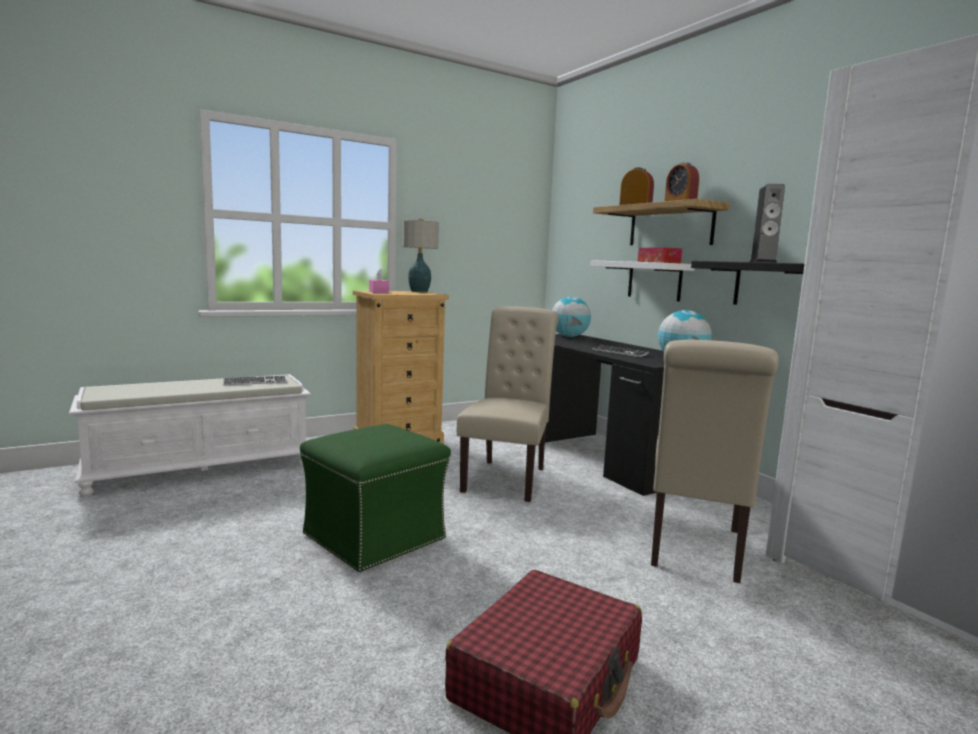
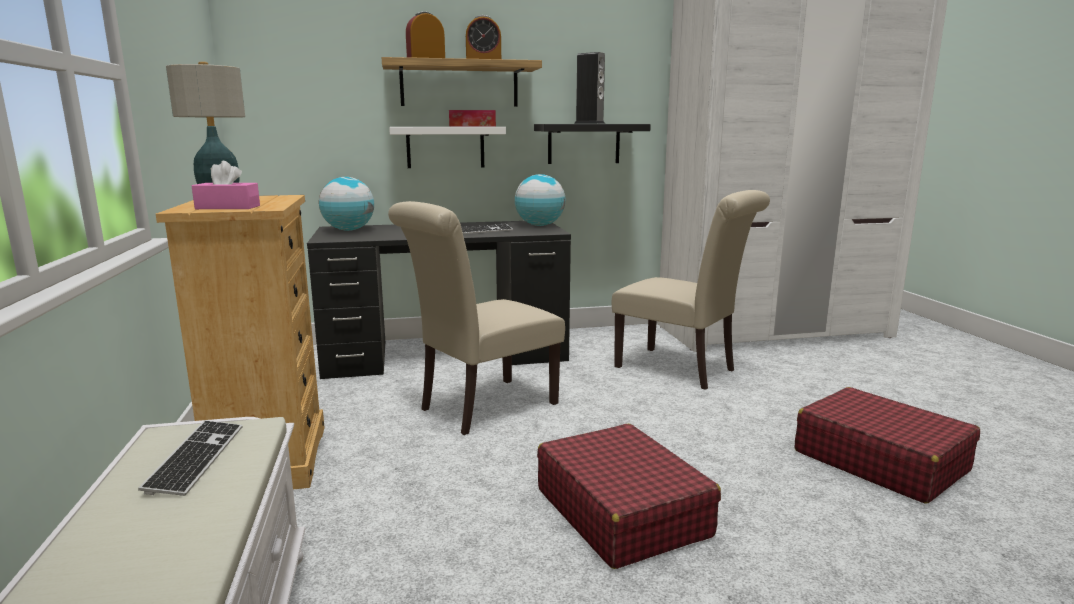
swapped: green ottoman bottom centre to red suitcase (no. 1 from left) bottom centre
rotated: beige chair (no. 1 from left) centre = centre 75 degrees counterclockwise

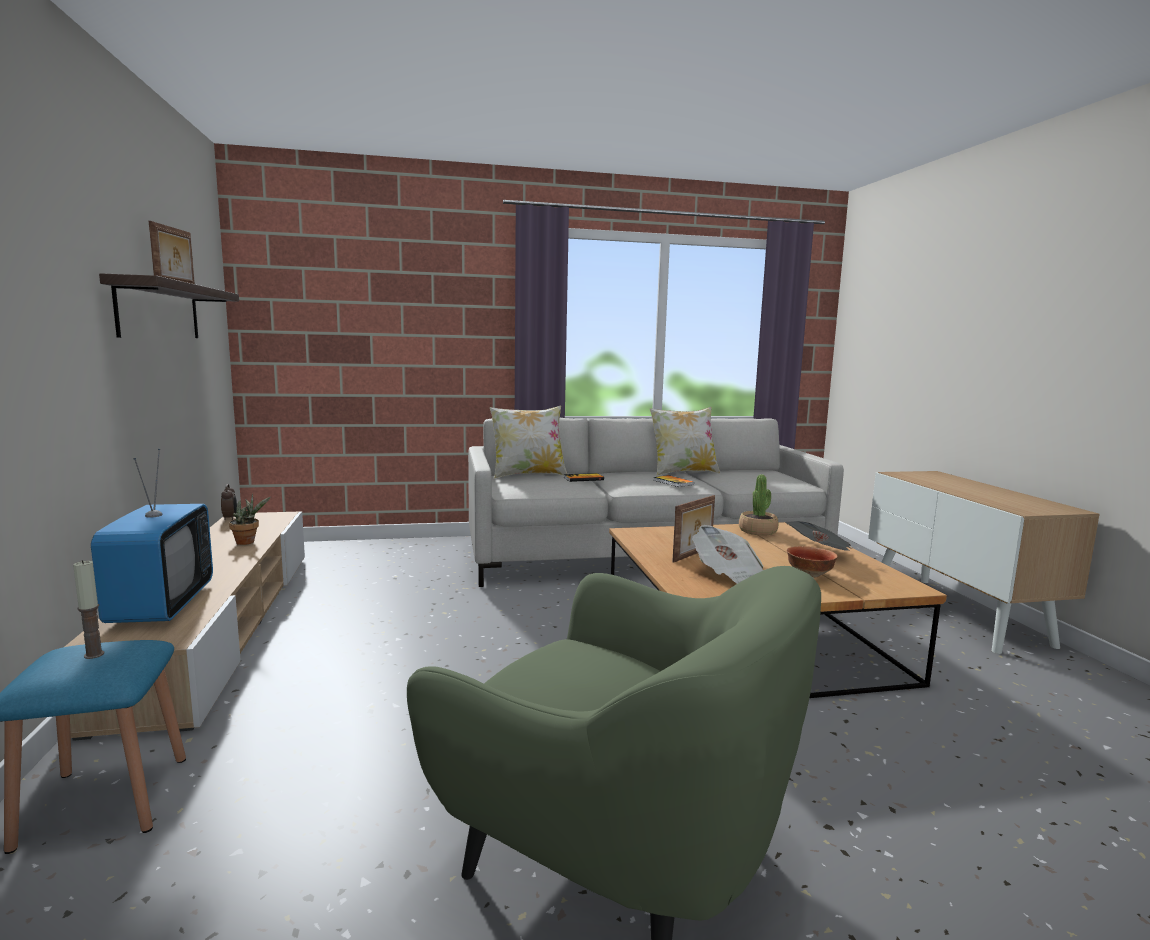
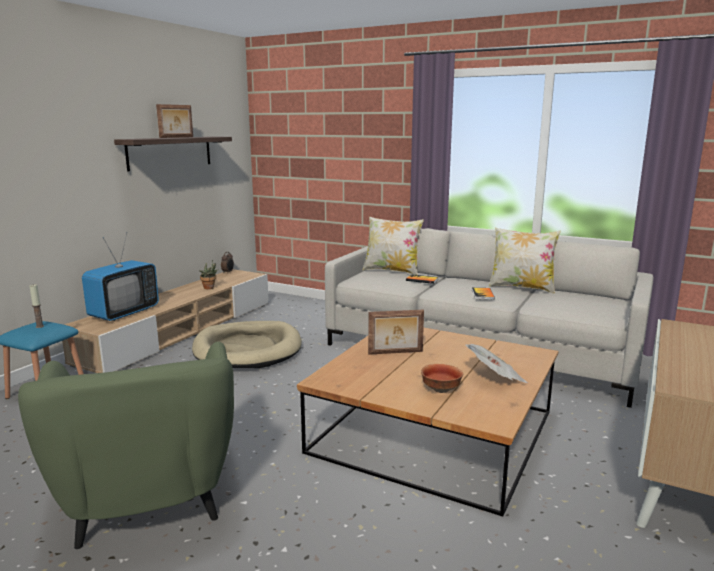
gone: newspaper (no. 1 from left) centre; potted plant (no. 2 from left) centre
new: beige dog bed centre

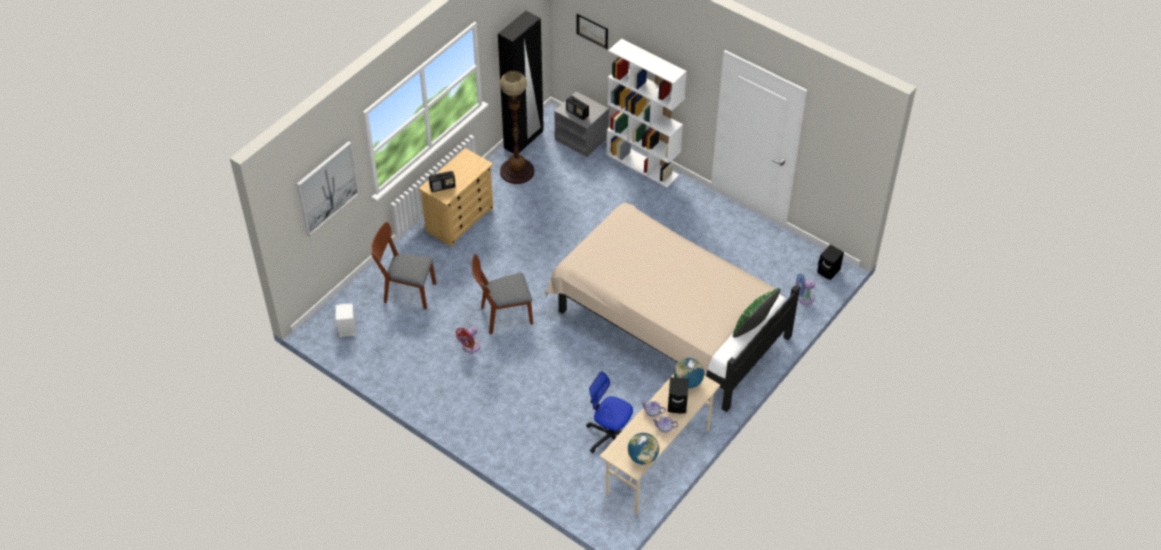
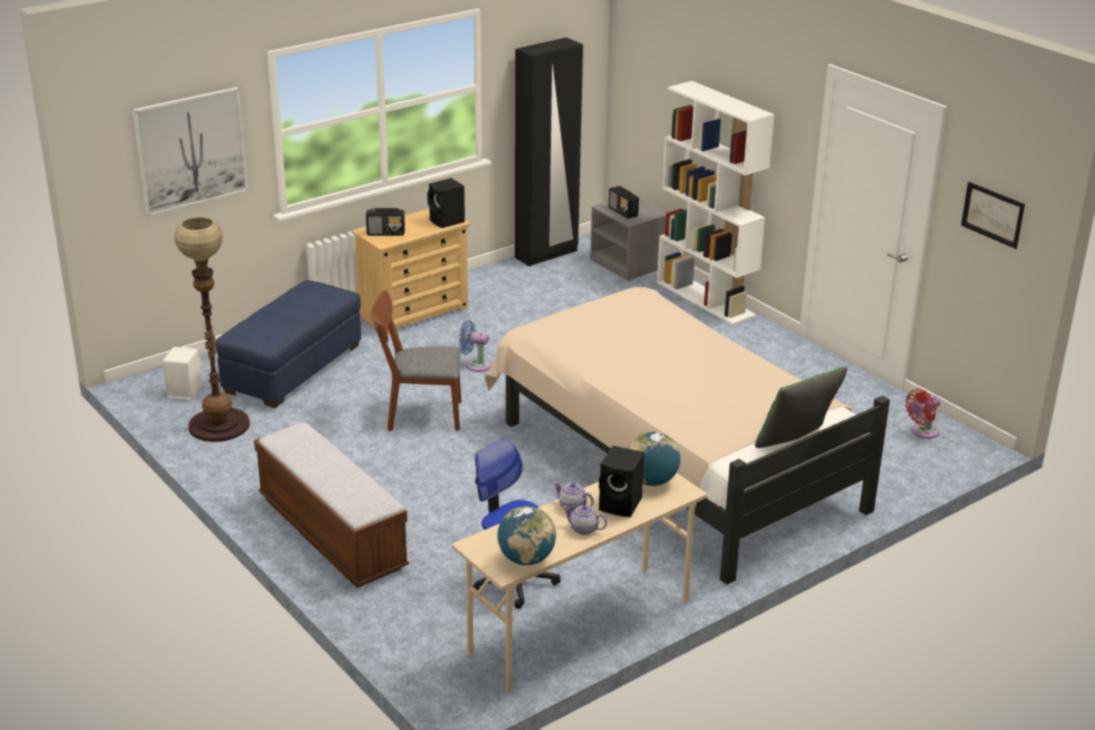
new: bench bottom left
shifted: red fan centre to middle right; floor lamp top centre to middle left; picture (no. 2 from left) top centre to top right; blue fan middle right to centre; black speaker (no. 2 from left in the first image) middle right to black speaker (no. 1 from left) top centre
swapped: brown chair (no. 1 from left) centre to blue ottoman middle left

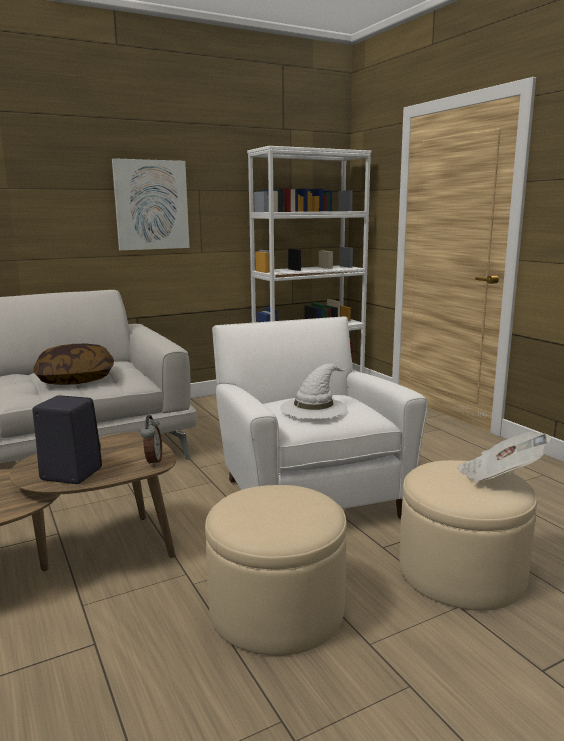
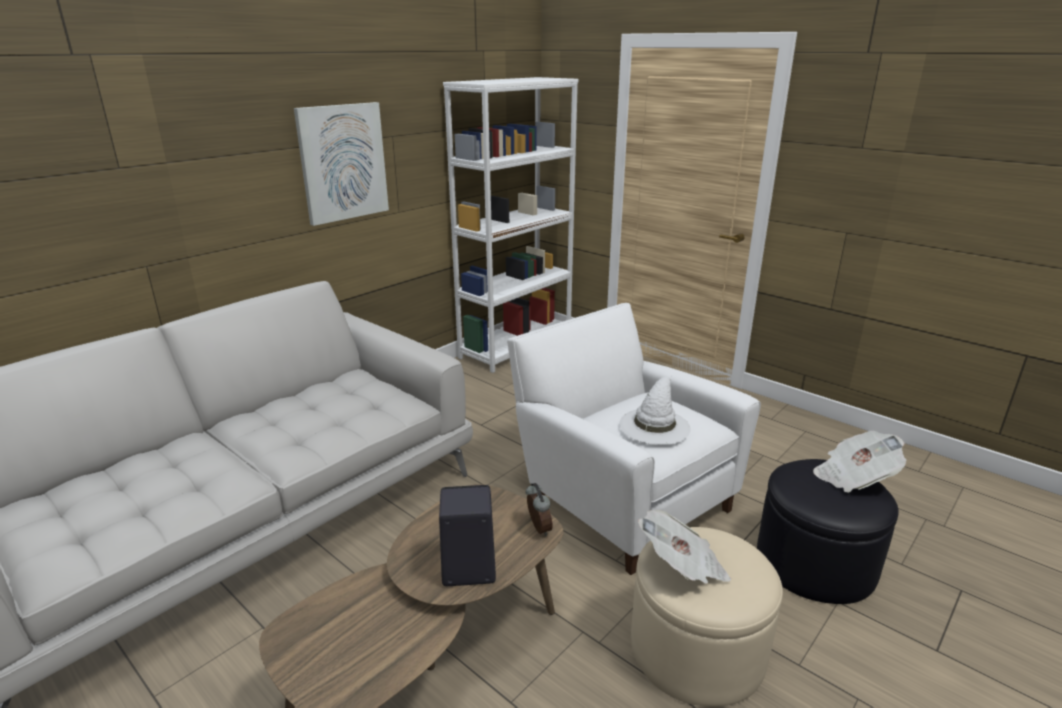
gone: pillow middle left
new: newspaper (no. 1 from left) bottom centre
repainted: beige ottoman (no. 2 from left) bottom right to black ottoman bottom right

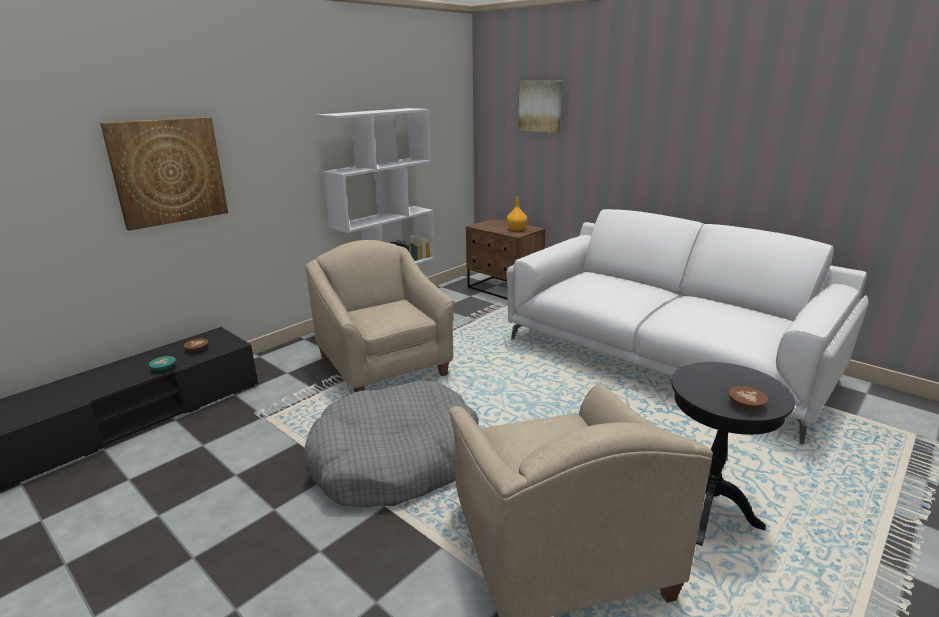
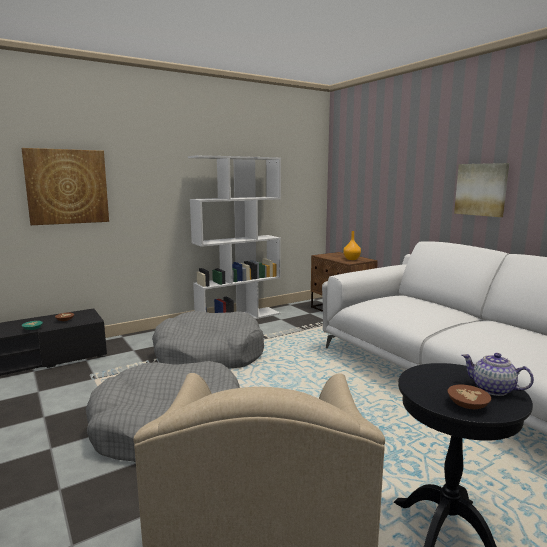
new: teapot bottom right
shifted: picture (no. 2 from left) top centre to middle right
swapped: beige armchair (no. 1 from left) centre to grey dog bed (no. 2 from left) centre

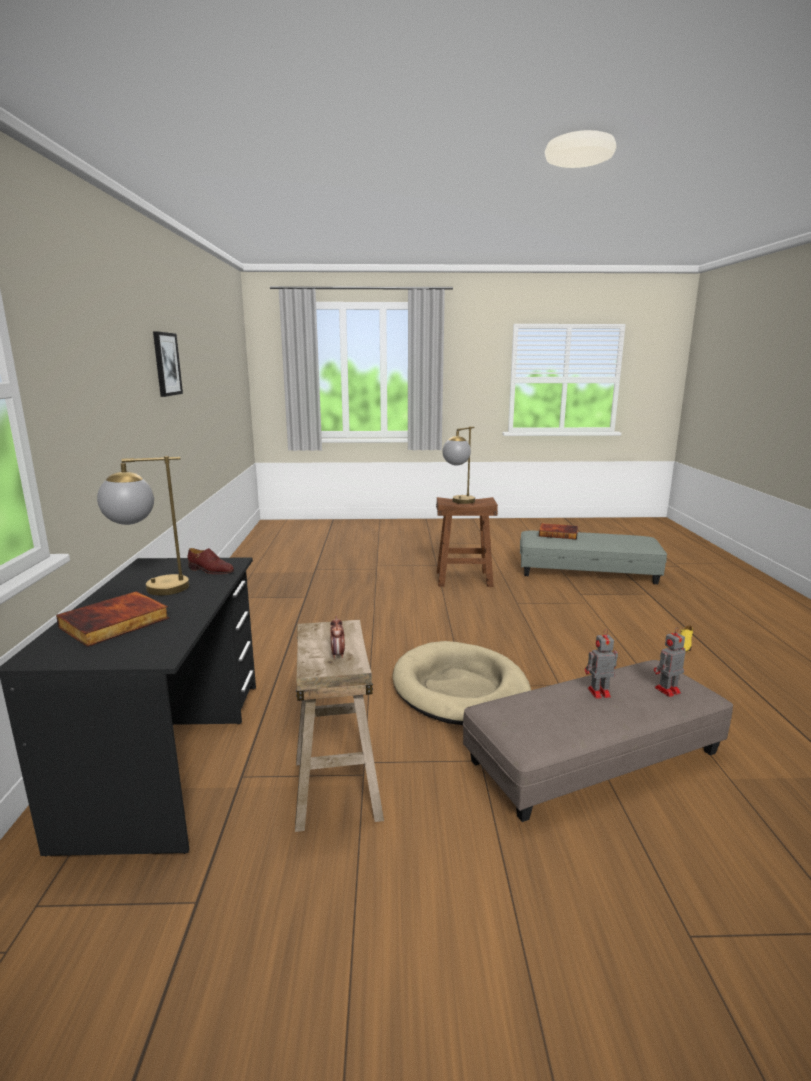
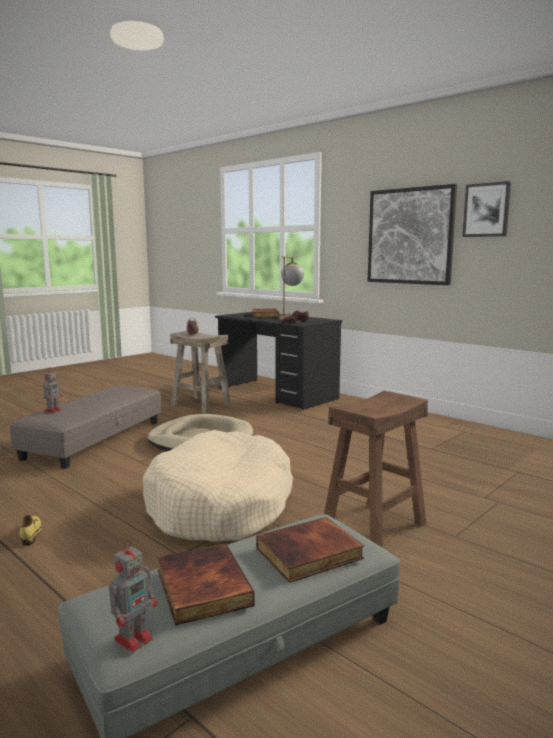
gone: table lamp (no. 2 from left) centre
new: beige dog bed (no. 2 from left) centre; book (no. 1 from left) bottom centre; picture (no. 1 from left) top right
shifted: toy robot (no. 1 from left in the first image) middle right to toy robot (no. 2 from left) bottom left

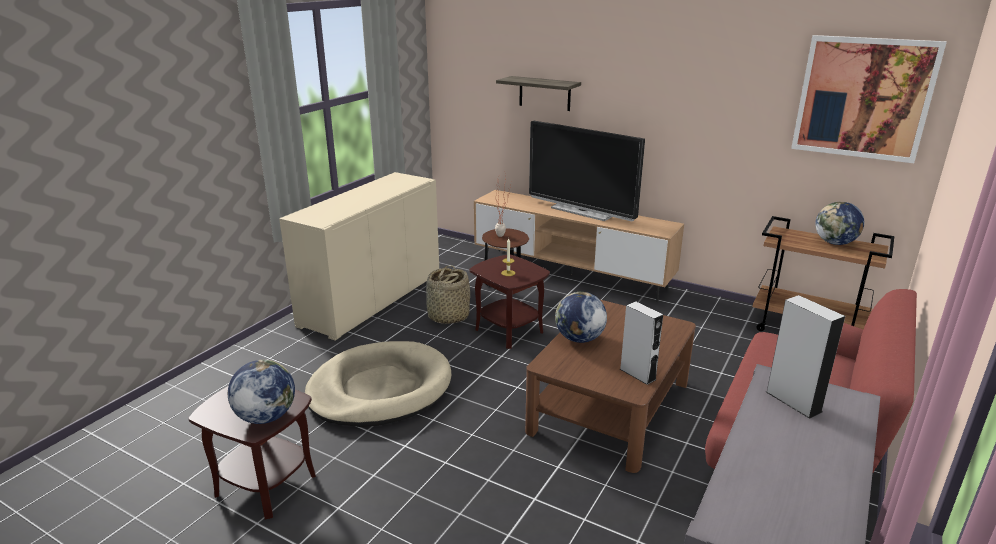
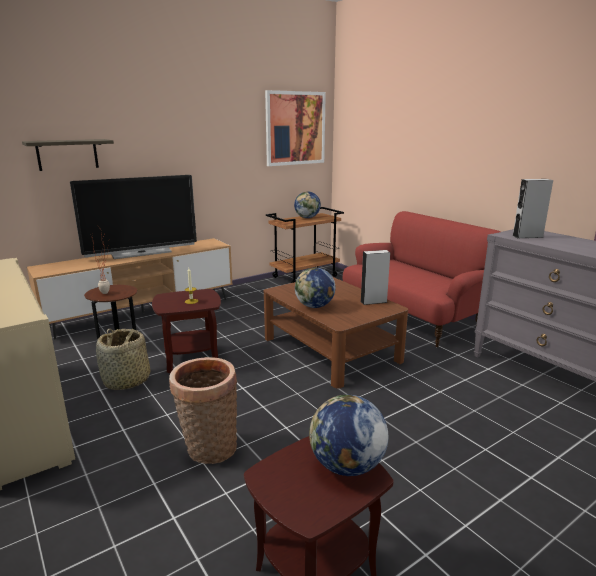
swapped: beige dog bed bottom centre to basket (no. 2 from left) bottom centre

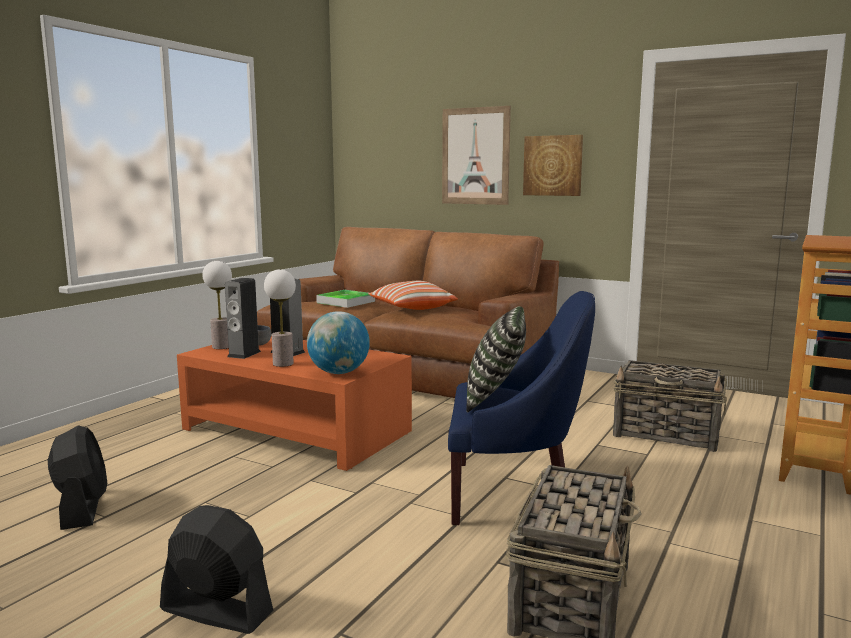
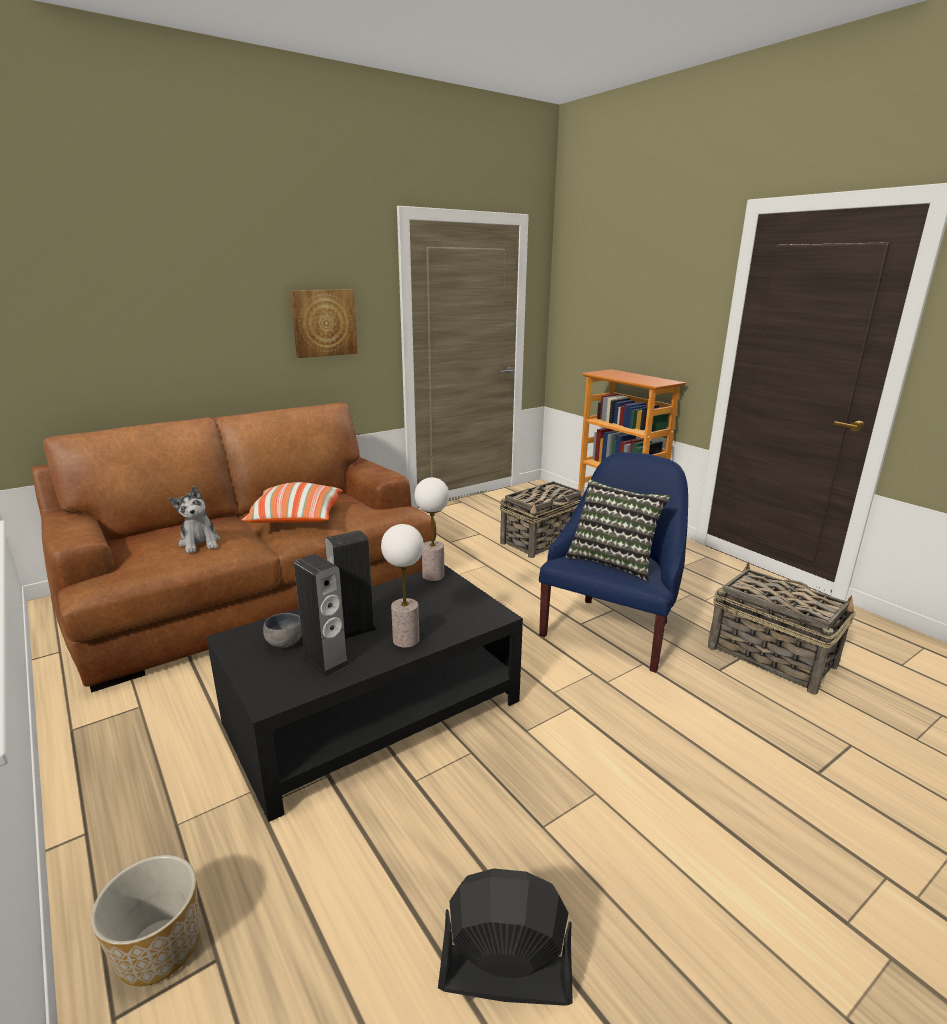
gone: black fan (no. 2 from left) bottom left; globe centre; picture (no. 1 from left) top centre
new: planter bottom left
shifted: table lamp (no. 1 from left in the first image) middle left to table lamp (no. 2 from left) centre
swapped: tray centre to plush toy middle left
repainted: orange coffee table centre to black coffee table bottom centre

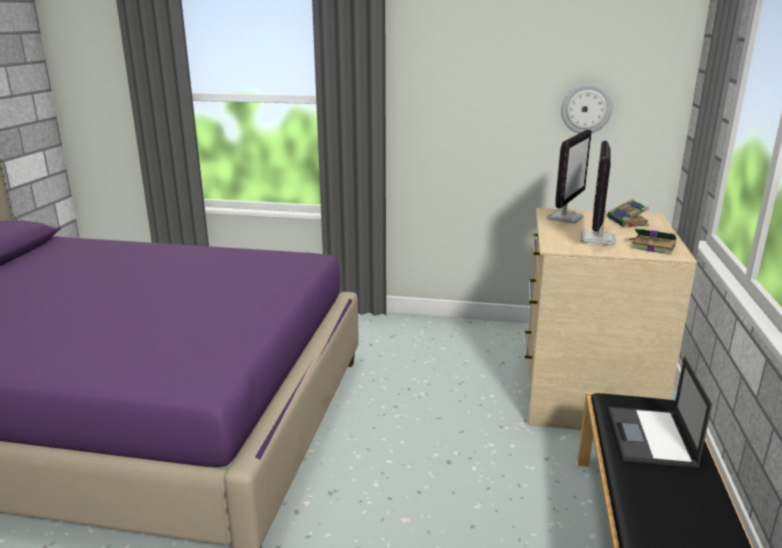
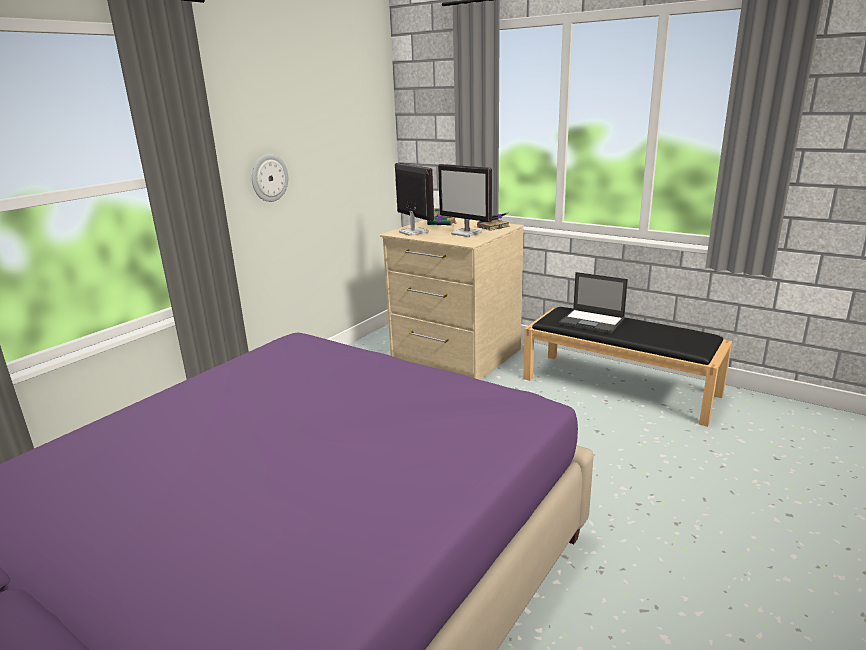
shifted: wall clock top right to top left

